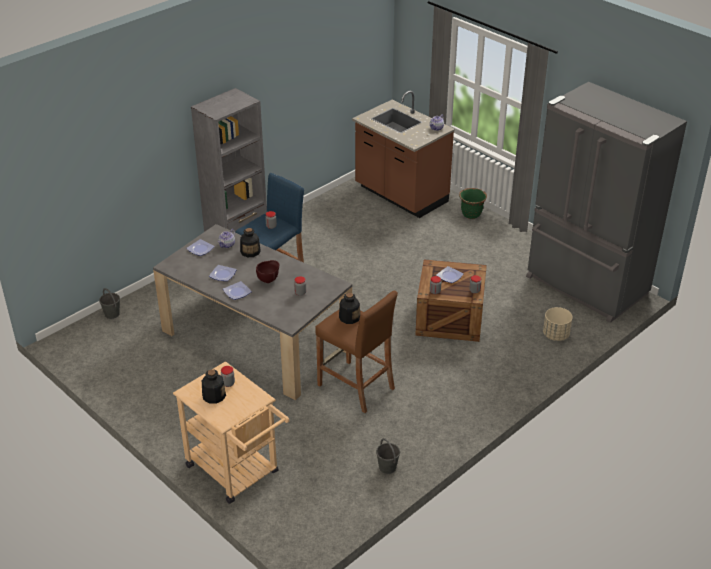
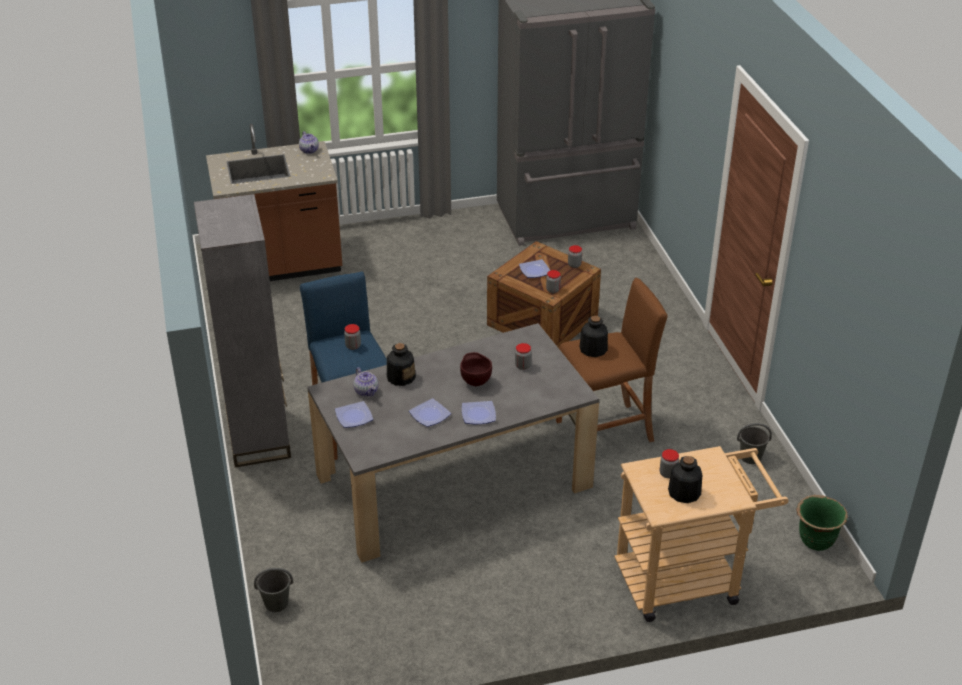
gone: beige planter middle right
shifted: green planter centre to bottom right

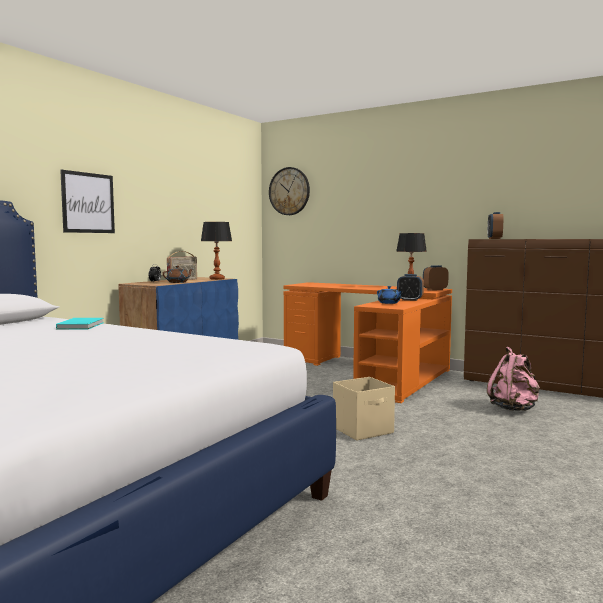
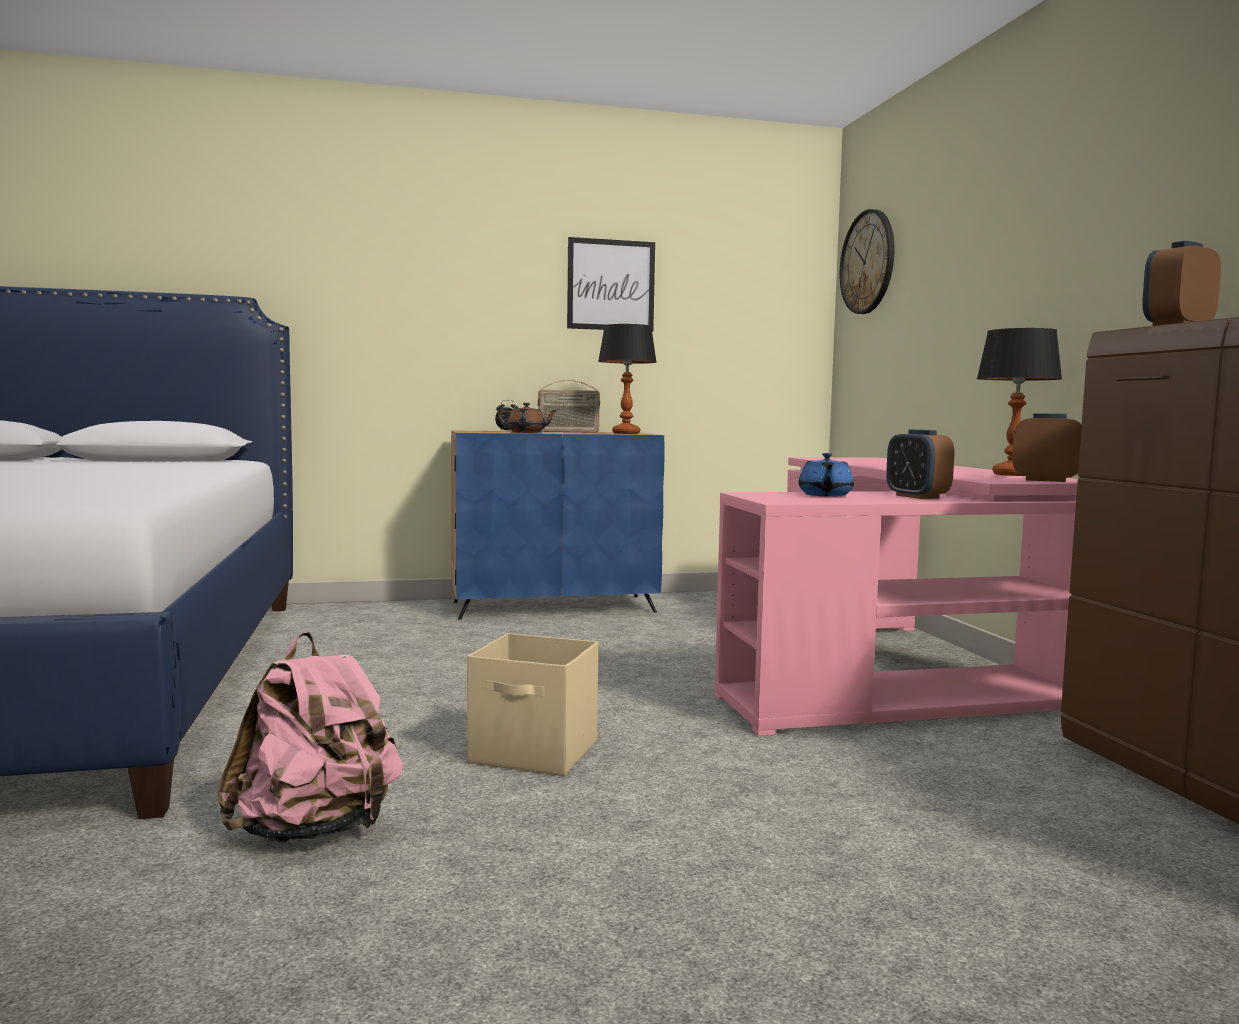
gone: turquoise book middle left
shifted: picture middle left to top centre; pink backpack middle right to bottom left
repainted: orange desk centre to pink desk middle right

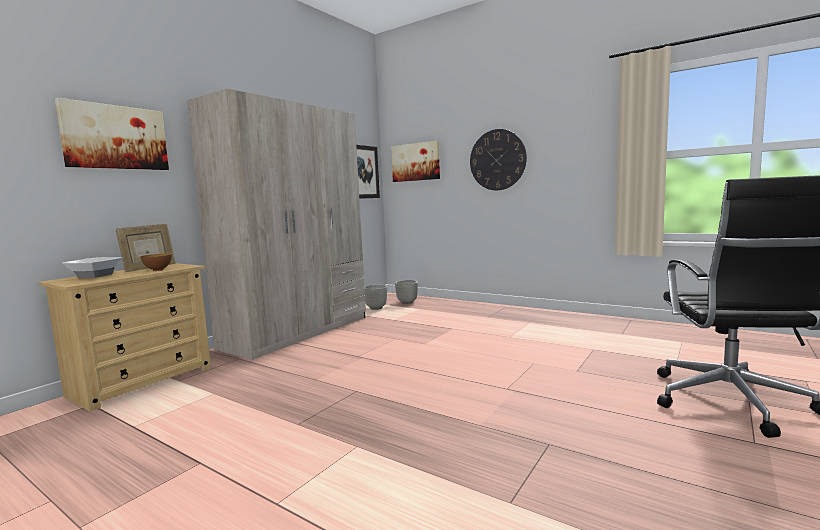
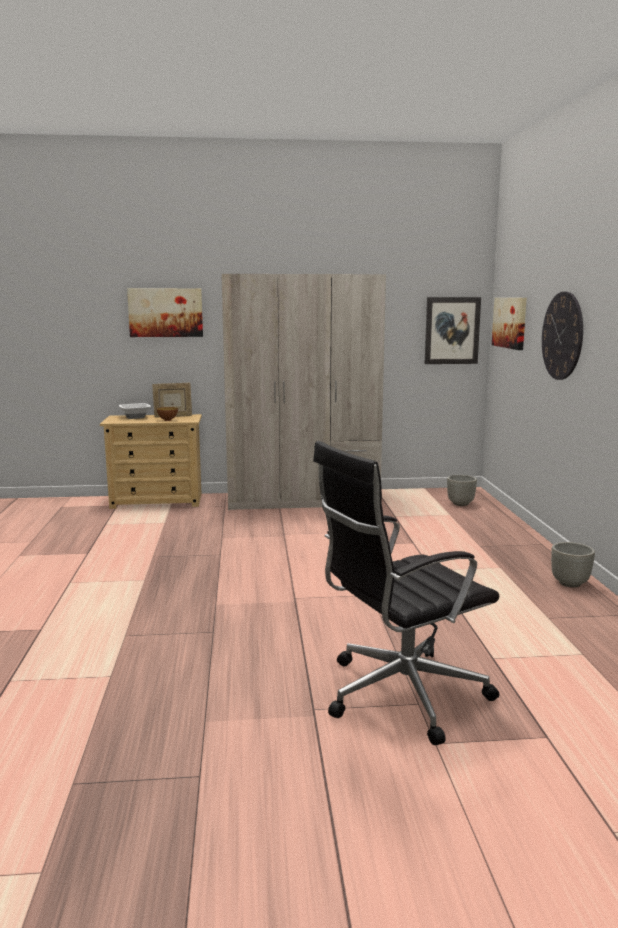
shifted: grey planter (no. 1 from left in the first image) centre to grey planter (no. 2 from left) middle right

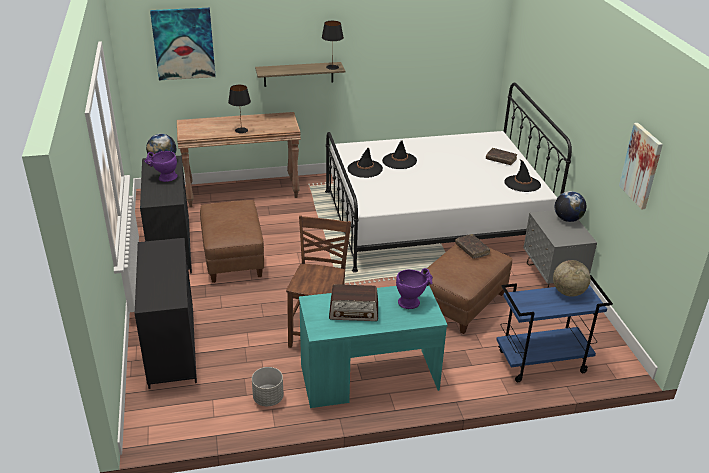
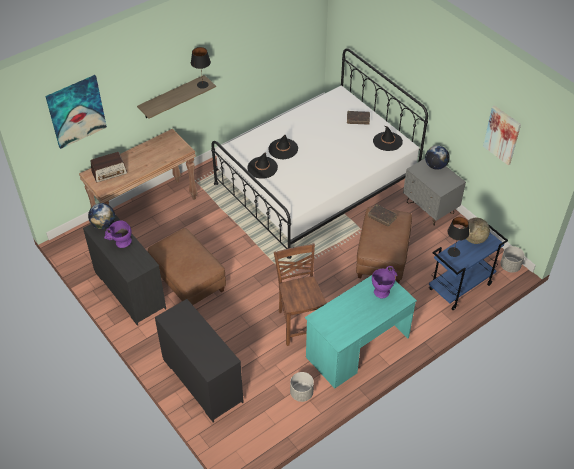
new: grey planter (no. 2 from left) middle right
shifted: black table lamp (no. 1 from left in the first image) top centre to black table lamp (no. 2 from left) middle right; radio centre to middle left

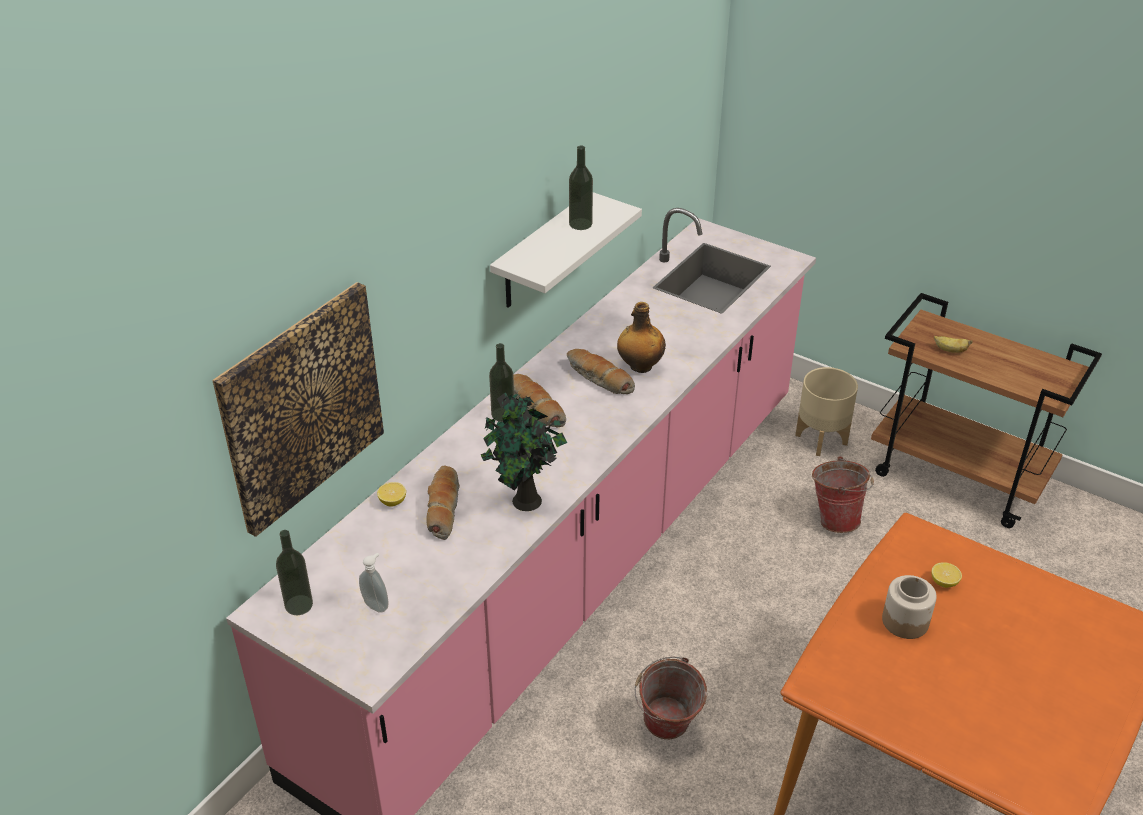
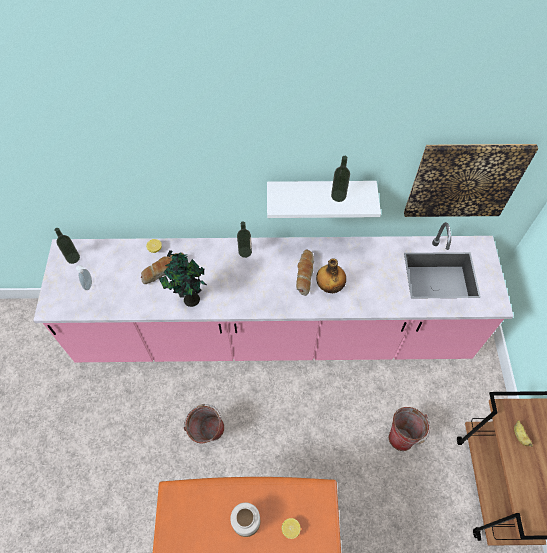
gone: bread (no. 2 from left) centre; beige planter middle right
shifted: picture middle left to top right

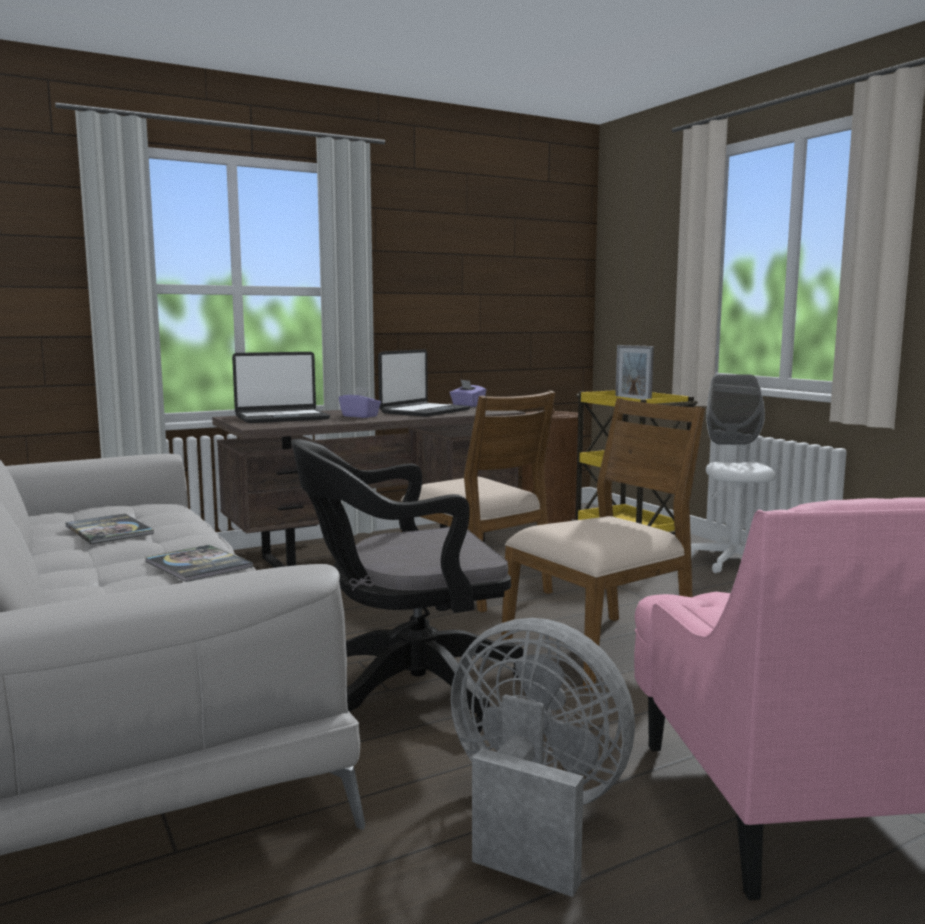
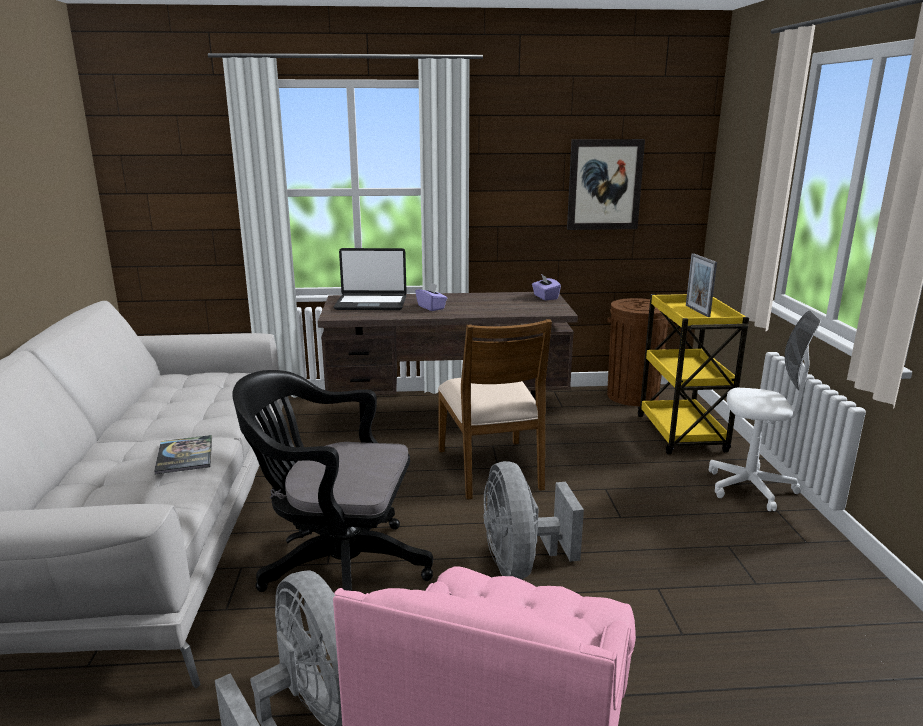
gone: book (no. 1 from left) middle left; laptop (no. 2 from left) centre
new: picture top centre
swapped: brown chair (no. 2 from left) centre to grey fan (no. 2 from left) bottom centre
rotated: white office chair middle right = middle right 75 degrees clockwise

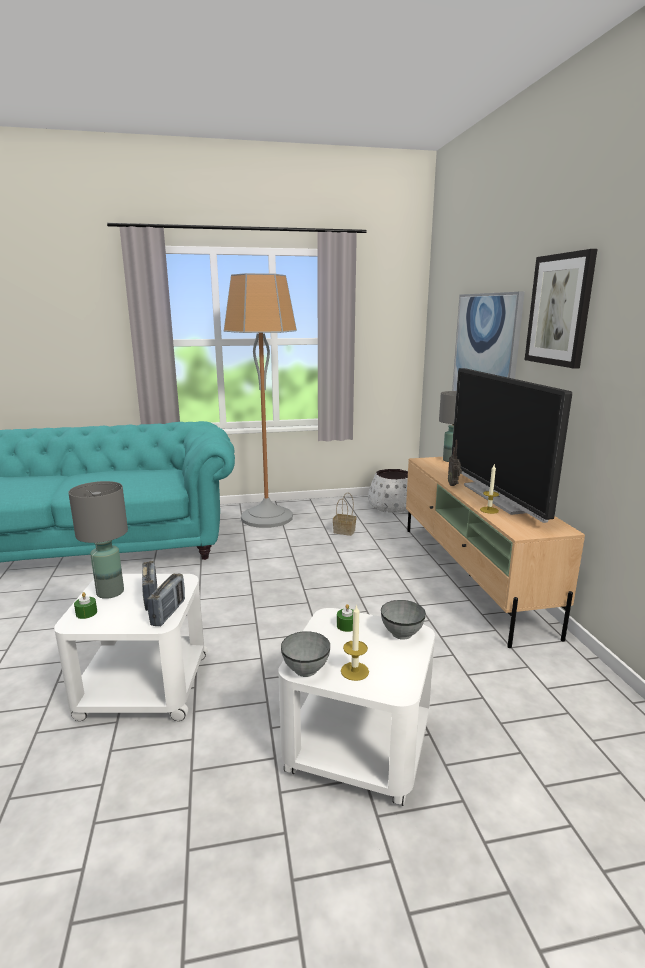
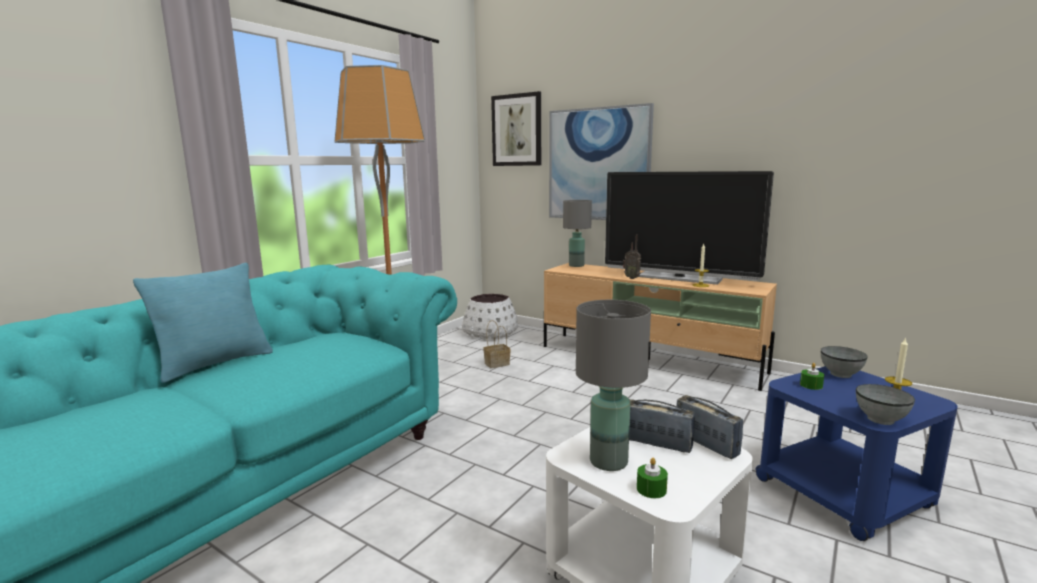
new: turquoise pillow middle left
shifted: picture (no. 2 from left in the first image) top right to picture (no. 1 from left) top centre
repainted: white side table (no. 2 from left) bottom centre to blue side table bottom right

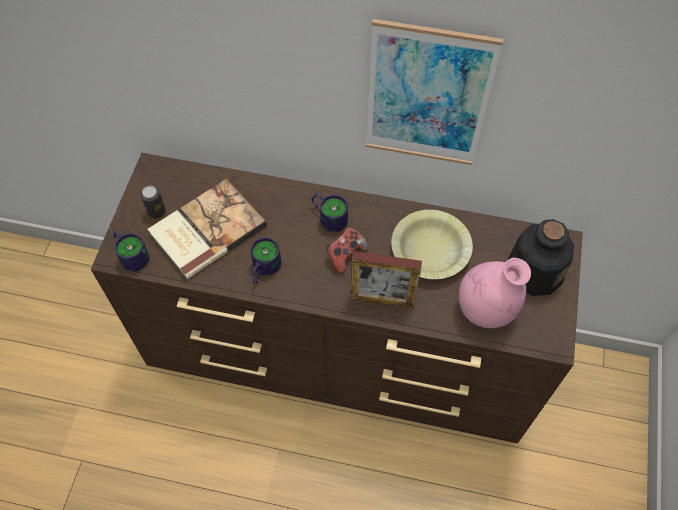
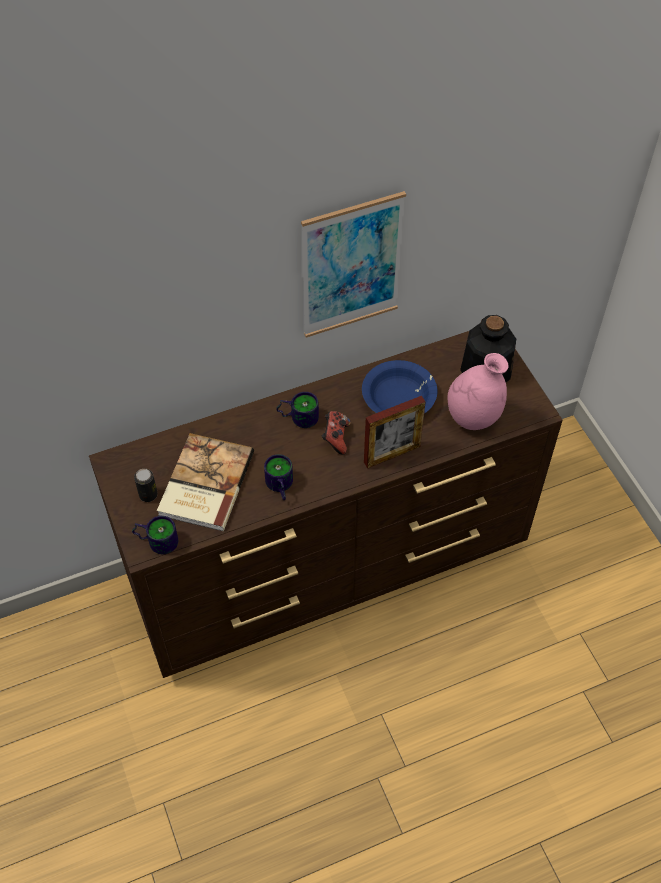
repainted: yellow bowl centre to blue bowl centre

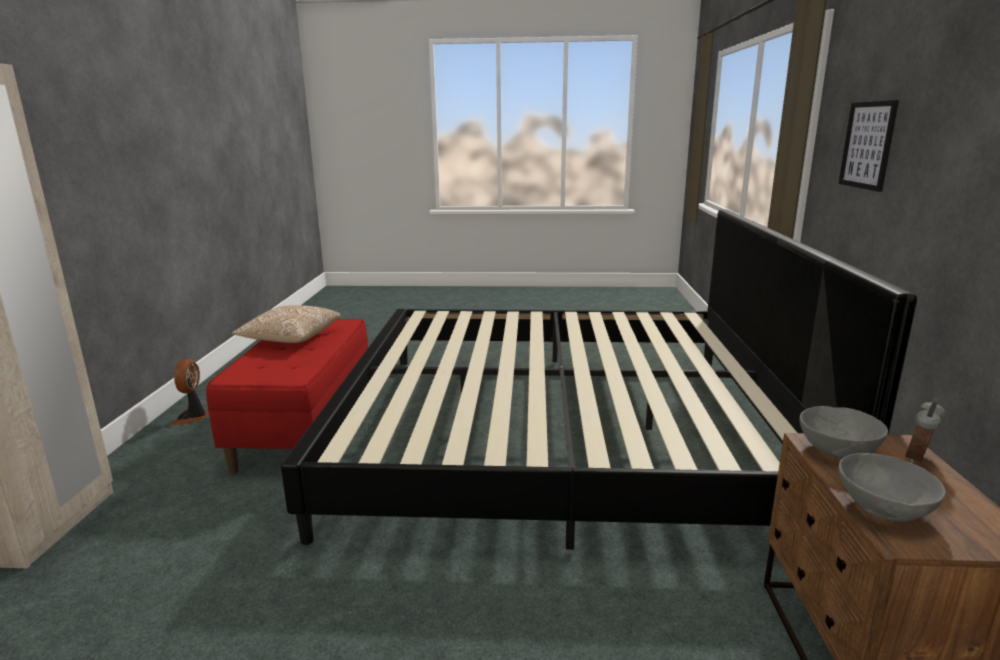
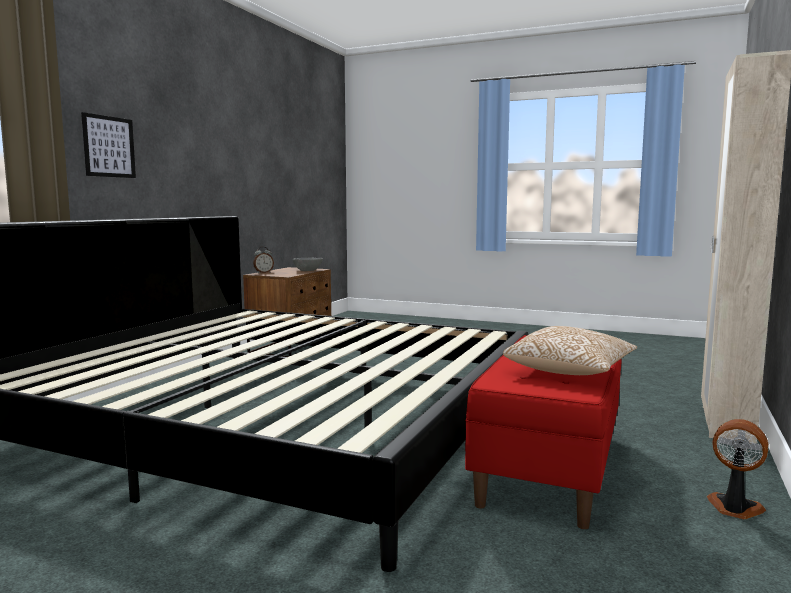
gone: grey bowl (no. 1 from left) middle right
rotated: fan middle left = bottom right 75 degrees counterclockwise

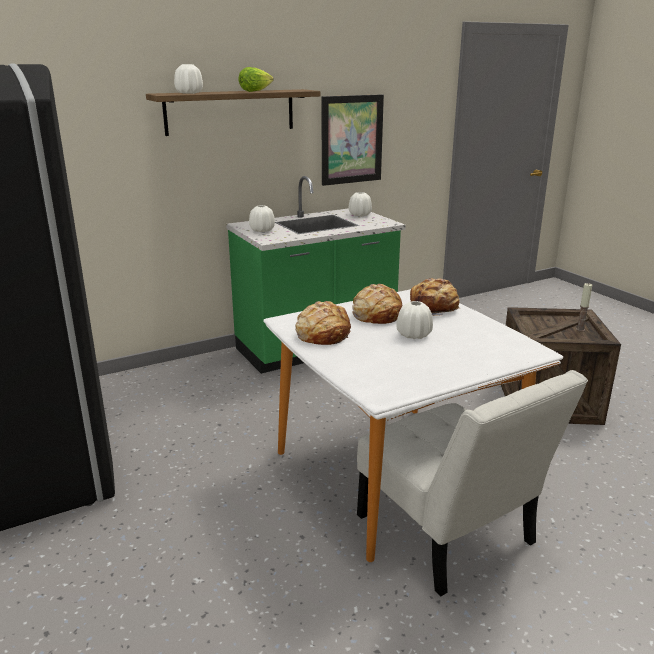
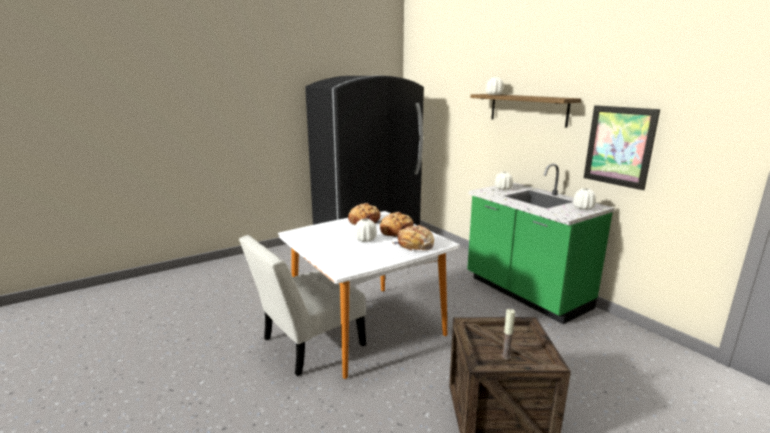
gone: lettuce top centre

